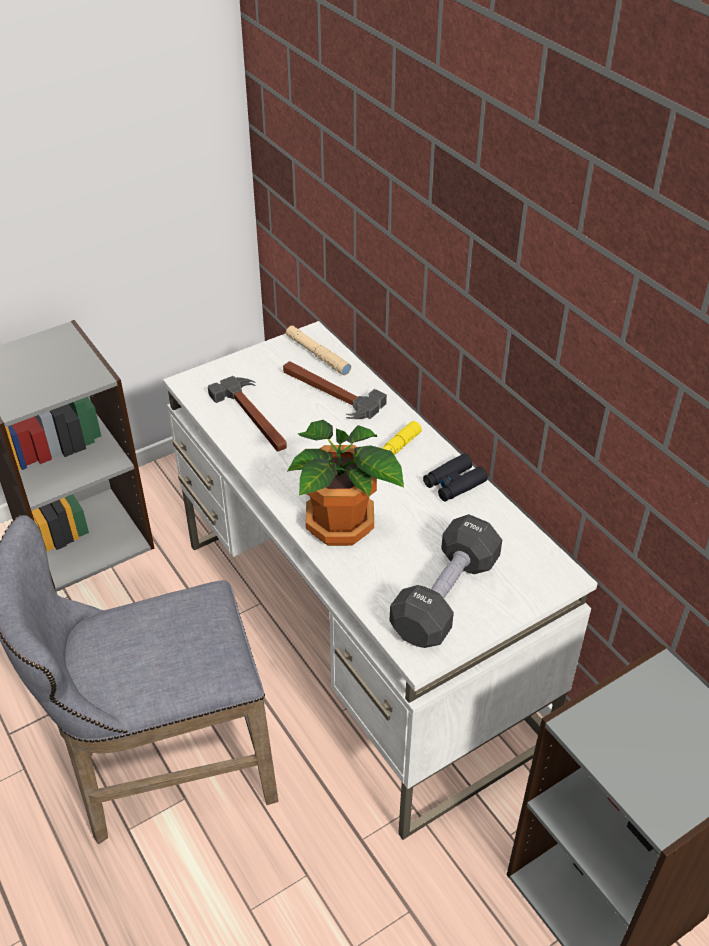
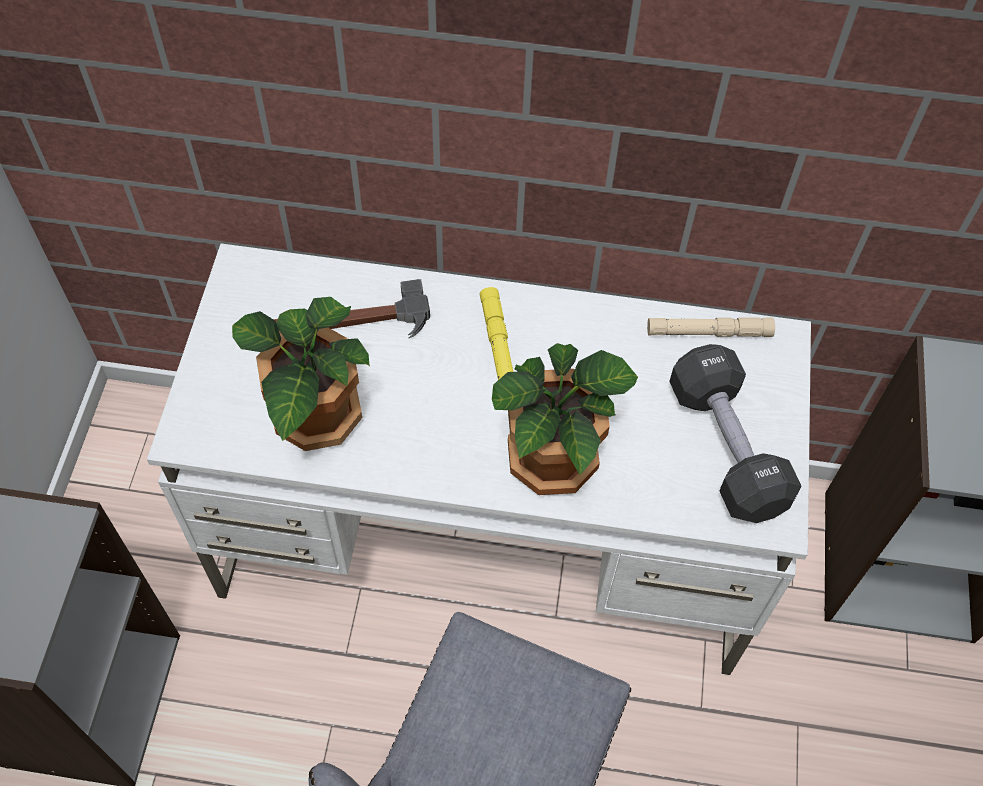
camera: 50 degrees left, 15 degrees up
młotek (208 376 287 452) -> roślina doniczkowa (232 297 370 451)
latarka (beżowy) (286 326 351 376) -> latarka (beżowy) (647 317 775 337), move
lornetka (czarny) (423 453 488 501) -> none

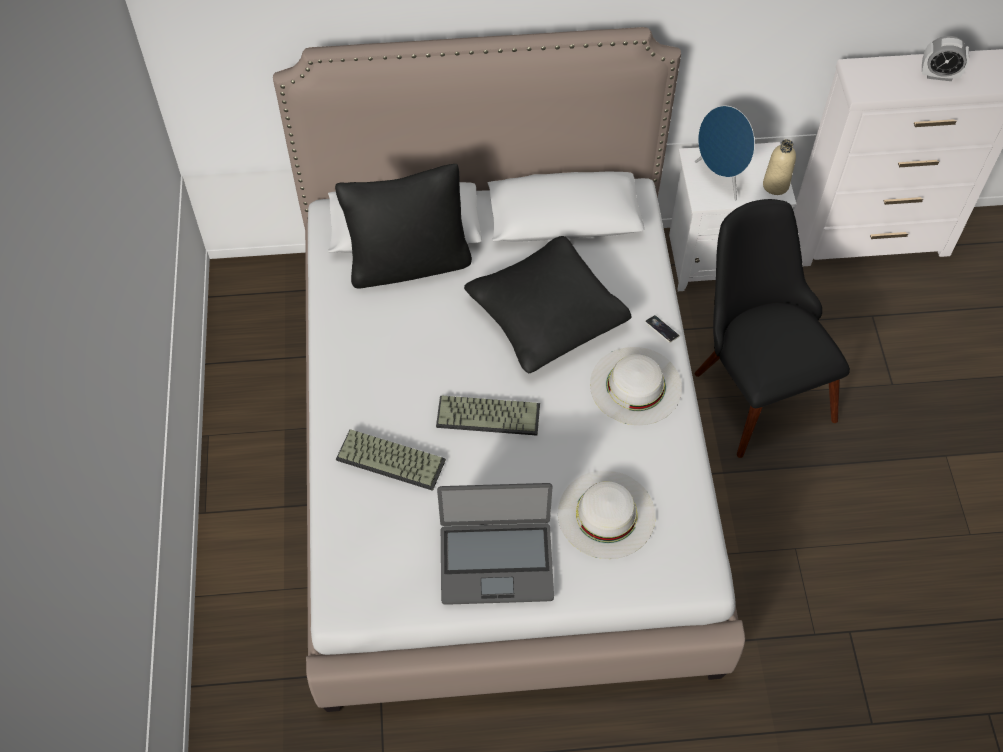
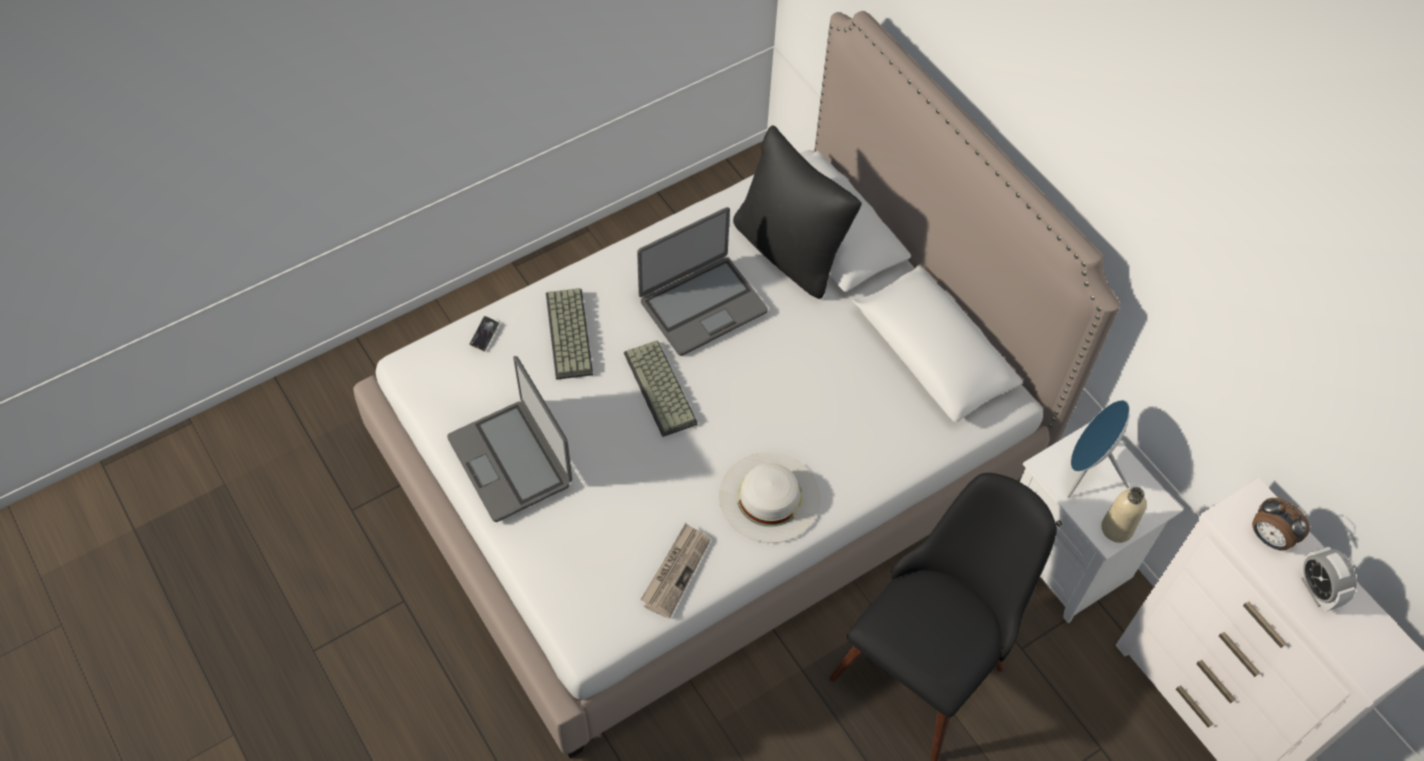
camera: 60 degrees right, 0 degrees up
telefon (645 315 680 343) -> telefon (469 316 499 352), move
none -> laptop (637 207 768 356)
none -> gazeta (641 523 710 619)
none -> budzik (1252 498 1310 551)
poduszka (czarny) (464 236 632 373) -> none
kapelusz (biały) (558 471 656 559) -> none

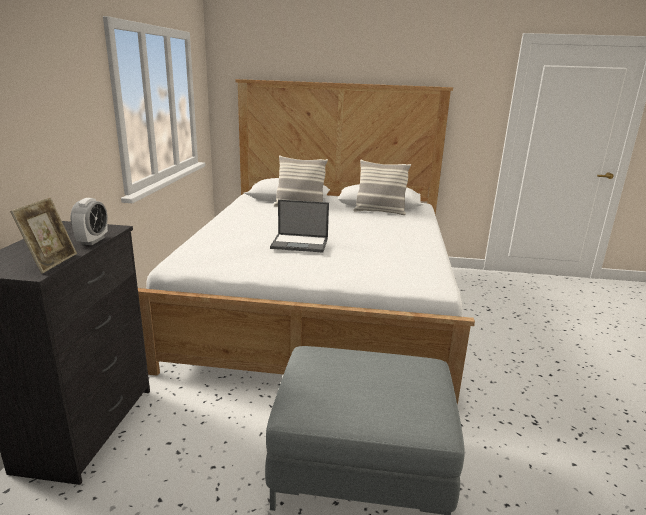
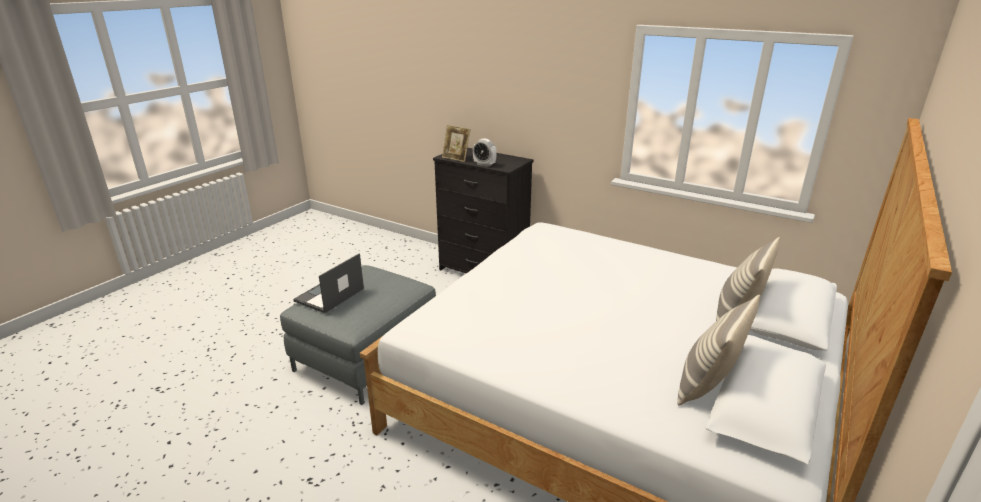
camera: 115 degrees right, 5 degrees up
laptop (270 199 329 253) -> laptop (293 253 364 313), move

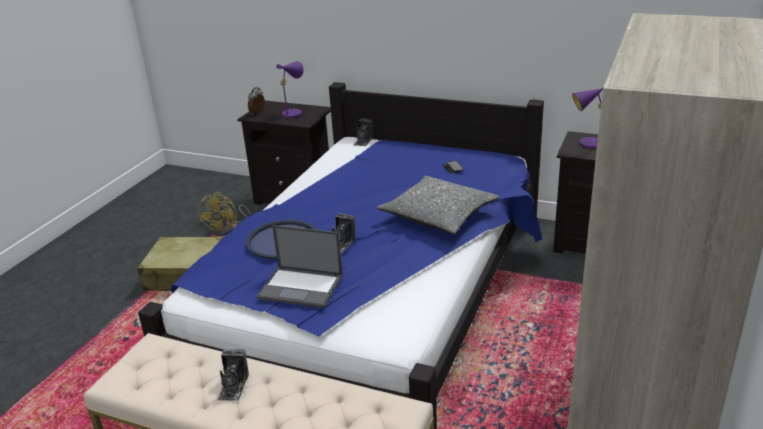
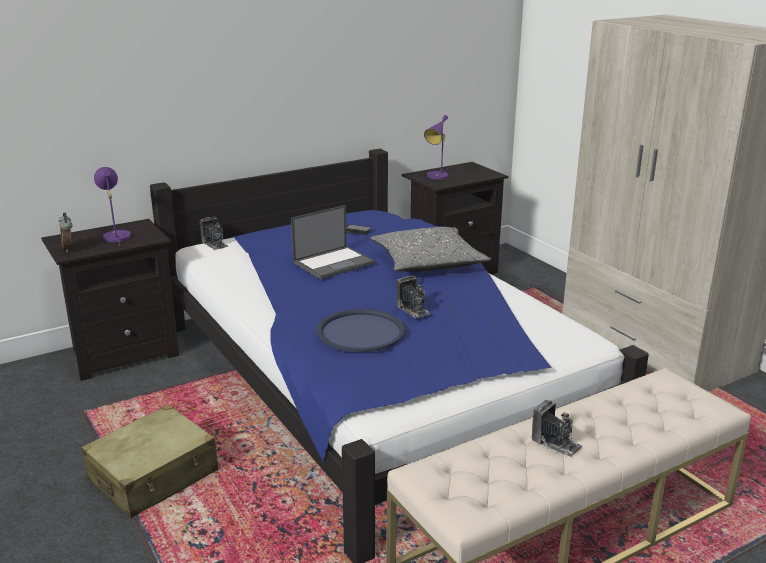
camera: 55 degrees left, 5 degrees down
laptop (256 225 343 308) -> laptop (291 205 375 279), move
wentylator (żółty) (199 192 251 236) -> none

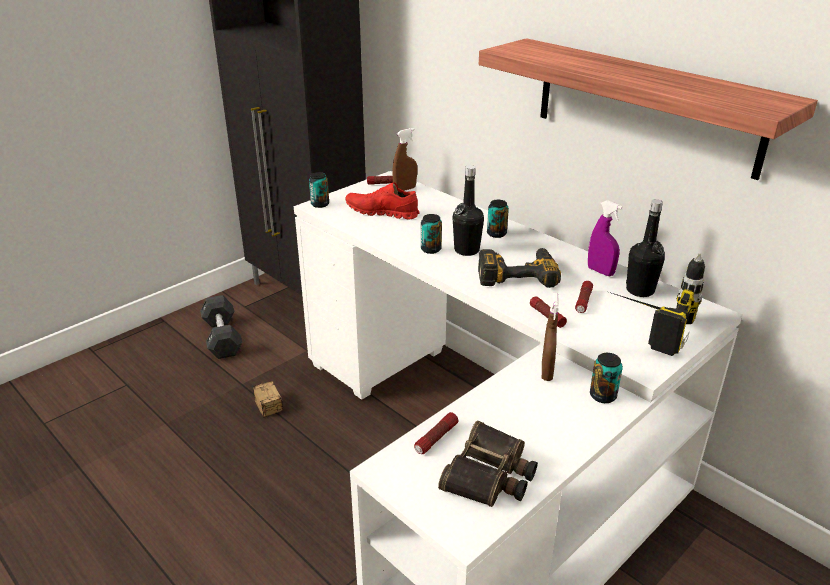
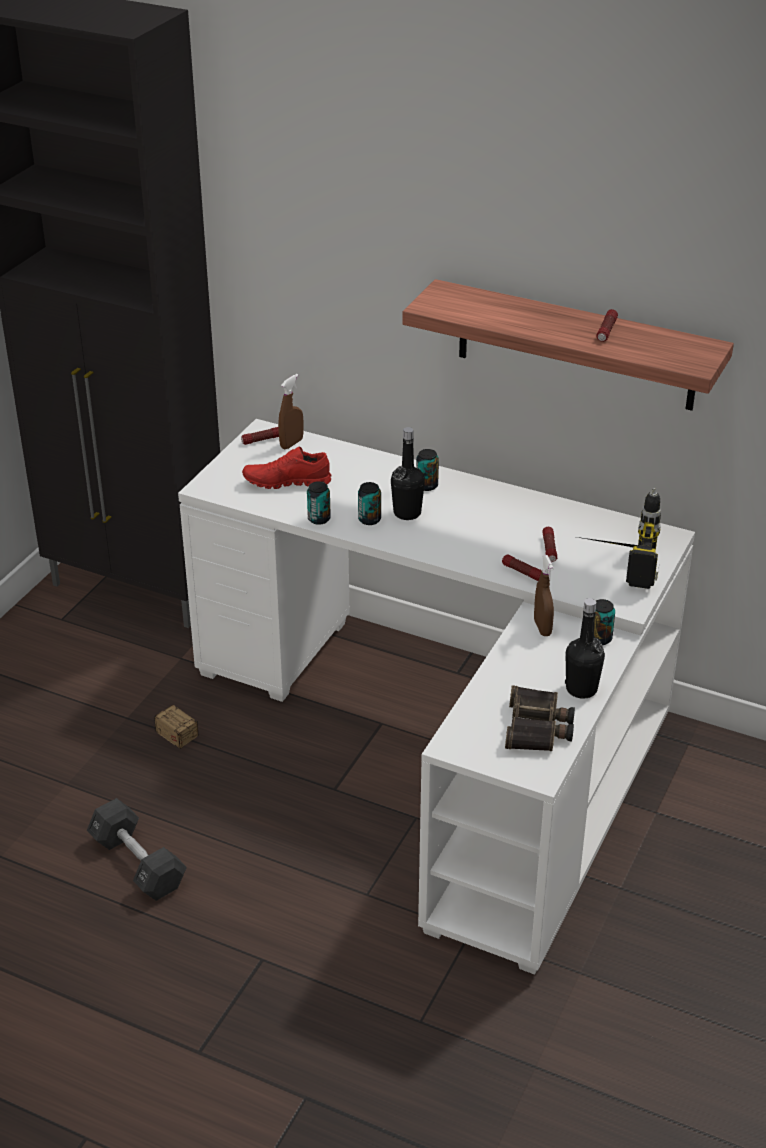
camera: 20 degrees left, 5 degrees up
hantel (czarny) (200 295 242 359) -> hantel (czarny) (87 798 187 901), move
puszka (309 172 329 208) -> puszka (307 481 331 525), move
butelka (czarny) (626 199 665 297) -> butelka (czarny) (565 598 605 699), move
latarka (414 412 459 454) -> latarka (596 309 618 342), move
wiertarka (478 248 561 288) -> none
spryskiwacz (fioletowy) (588 200 623 276) -> none

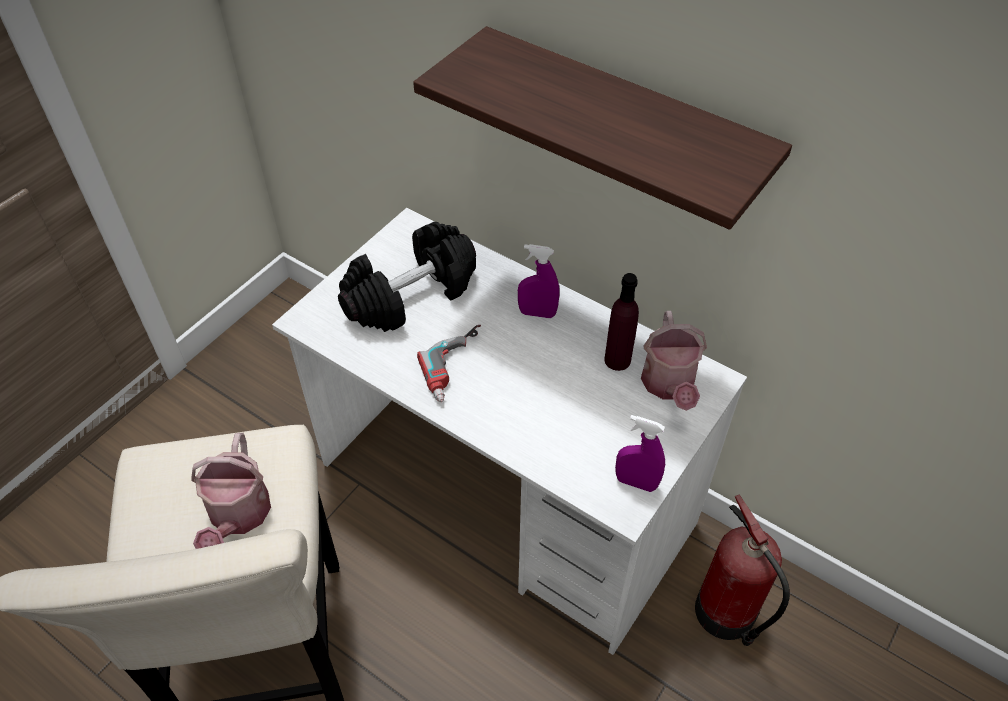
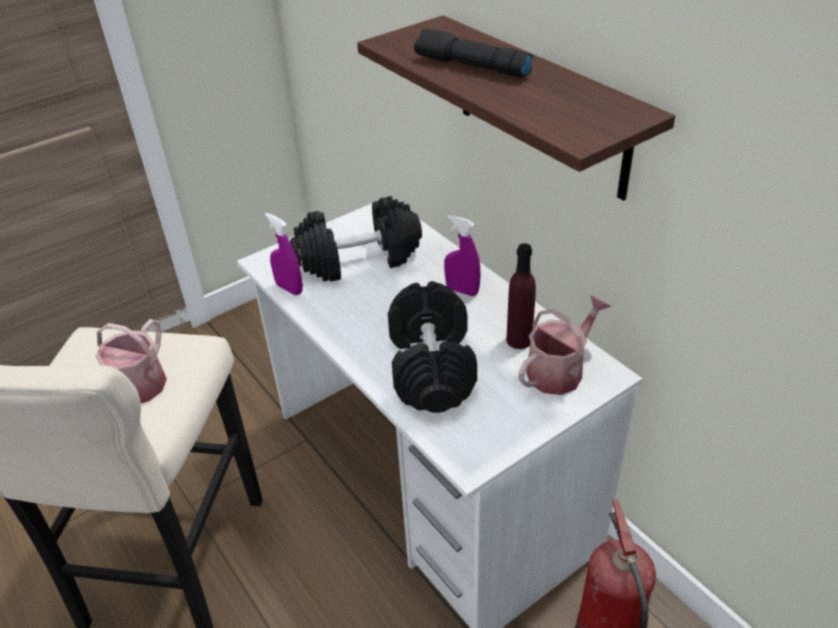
camera: 20 degrees right, 10 degrees down
spryskiwacz (fioletowy) (615 415 665 492) -> spryskiwacz (fioletowy) (265 213 303 295), move
none -> hantel (czarny) (388 281 477 413)
none -> latarka (czarny) (414 29 533 77)
konewka (641 311 707 411) -> konewka (518 295 612 395), 150 degrees counterclockwise
wiertarka (417 325 481 402) -> none

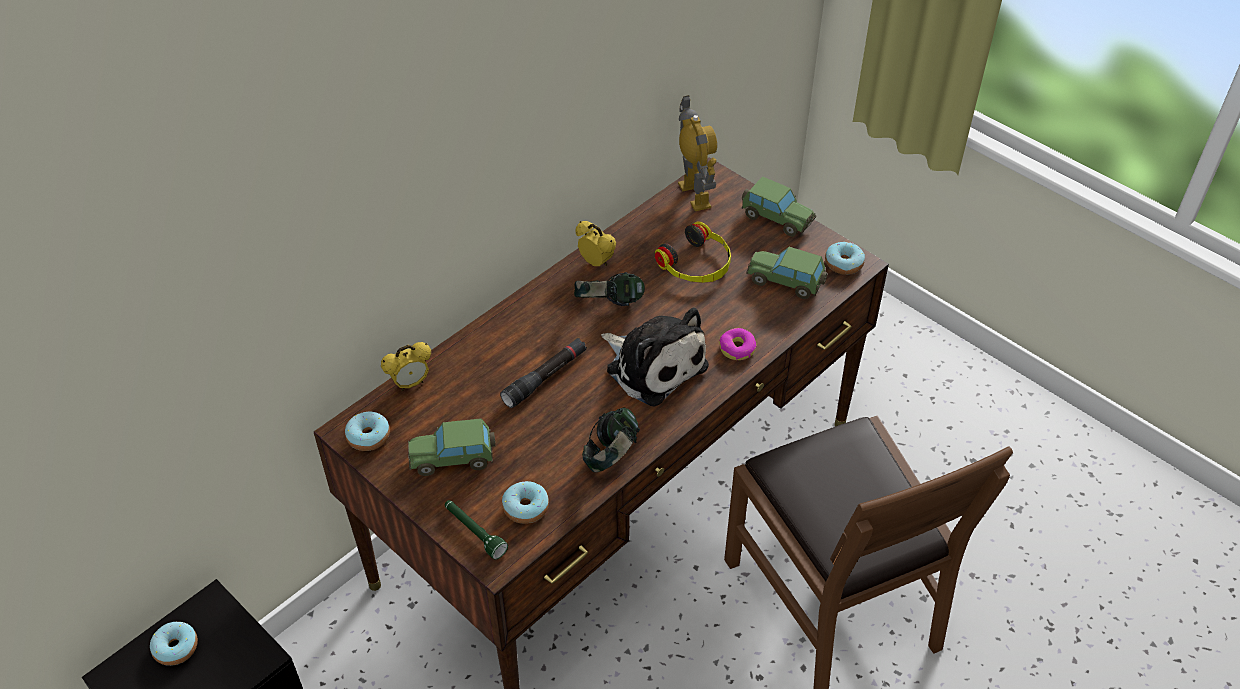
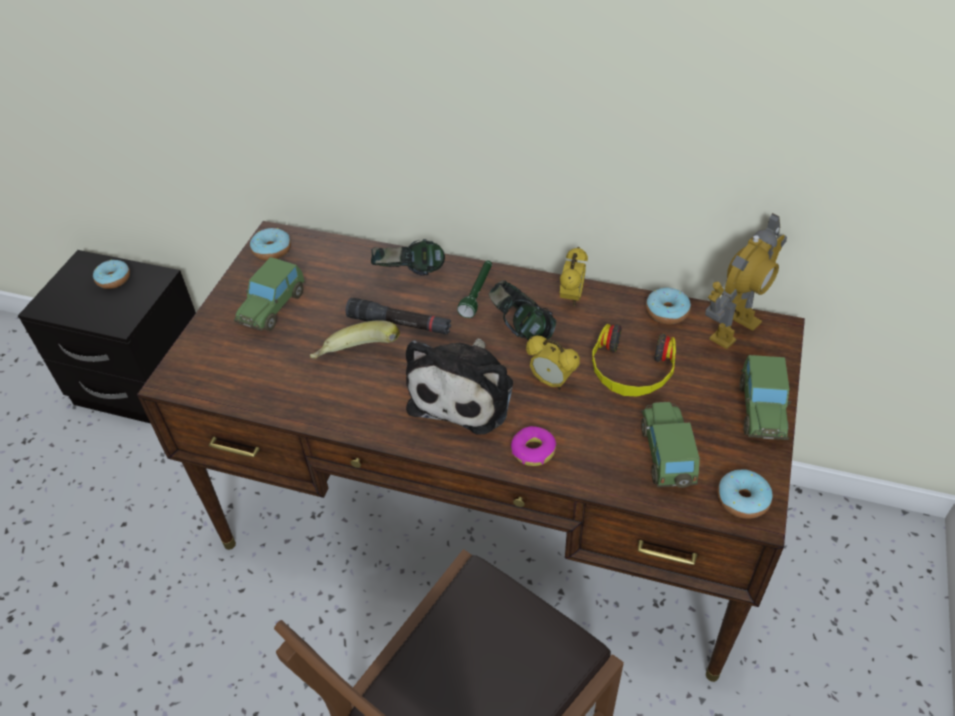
camera: 65 degrees right, 0 degrees up
samochodzik (408 418 495 476) -> samochodzik (233 257 305 331), 120 degrees counterclockwise
none -> banan (310 320 400 359)
słuchawki (582 408 640 472) -> słuchawki (371 239 445 276), move
latarka (zielony) (445 500 508 560) -> latarka (zielony) (457 261 492 318), move
budzik (381 342 431 391) -> budzik (526 336 580 390), move
donut (502 481 549 524) -> donut (646 288 691 325), move

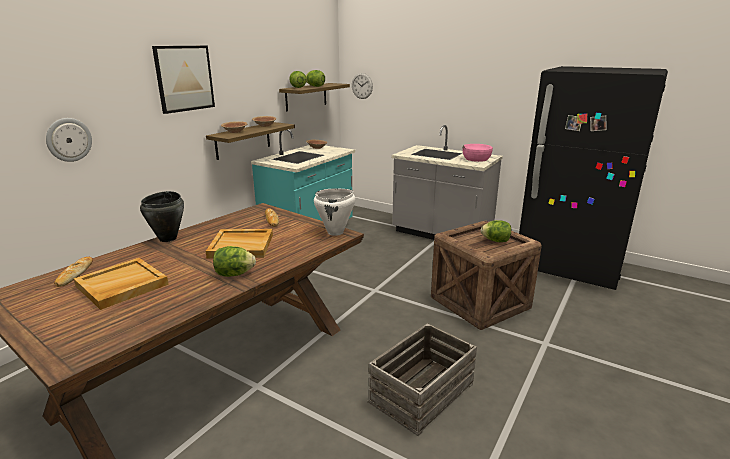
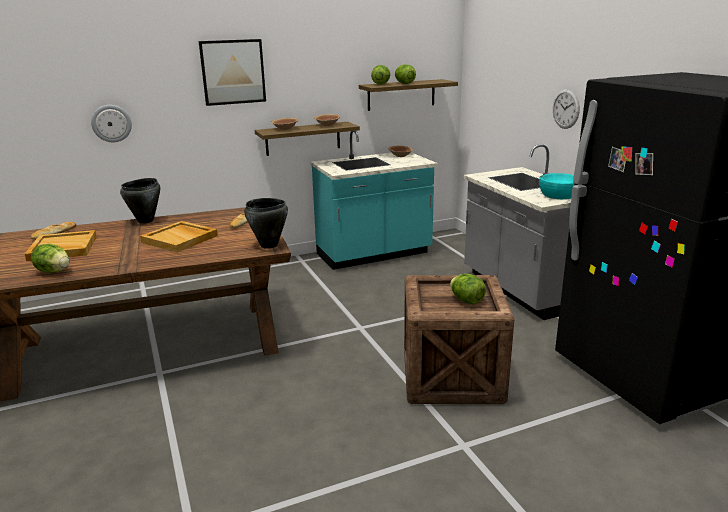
camera: 35 degrees right, 0 degrees up
sałata (213 246 256 277) -> sałata (31 244 69 273), move
garnek (biały) (314 189 355 236) -> garnek (czarny) (244 198 288 249)
miska (różowy) (462 144 493 162) -> miska (turkusowy) (539 173 574 199)
zegar ścienny (352 73 373 99) -> zegar ścienny (553 89 580 129), move
skrzynka (368 323 477 436) -> none

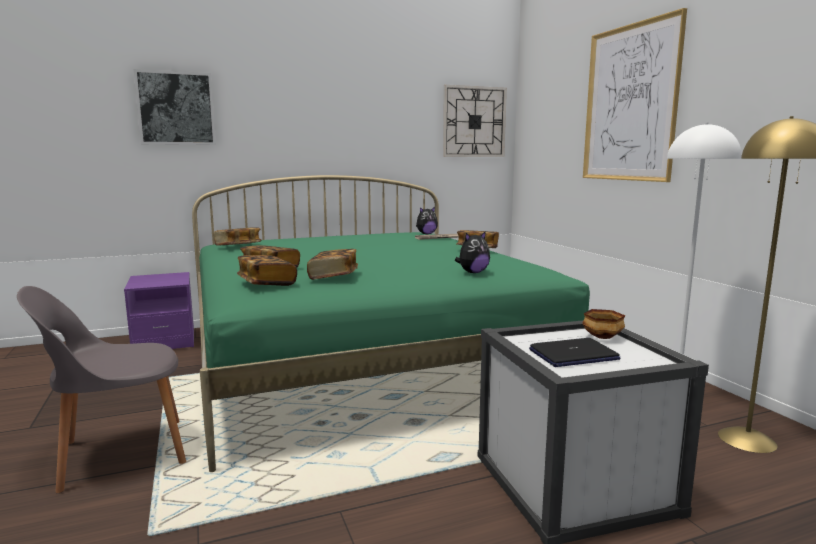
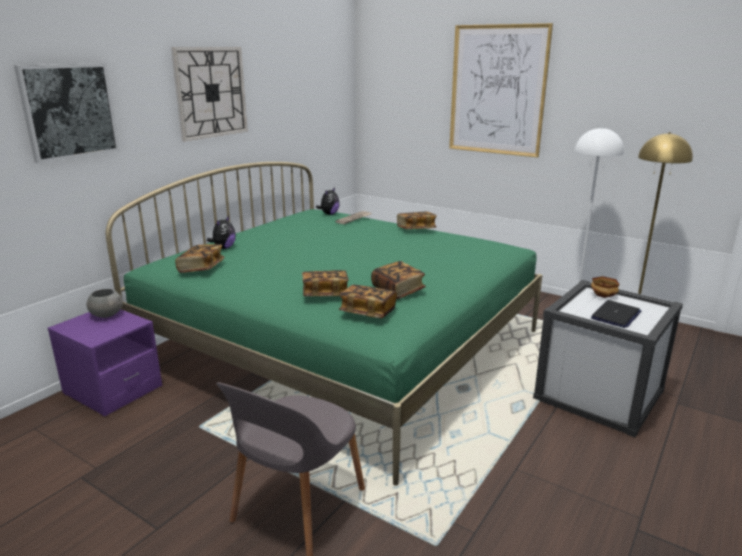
camera: 35 degrees left, 10 degrees up
none -> miska (szary) (87 289 123 318)
zegar ścienny (443 85 507 157) -> zegar ścienny (171 47 248 141), move
pluszak (455 231 490 273) -> pluszak (207 216 236 249), move

